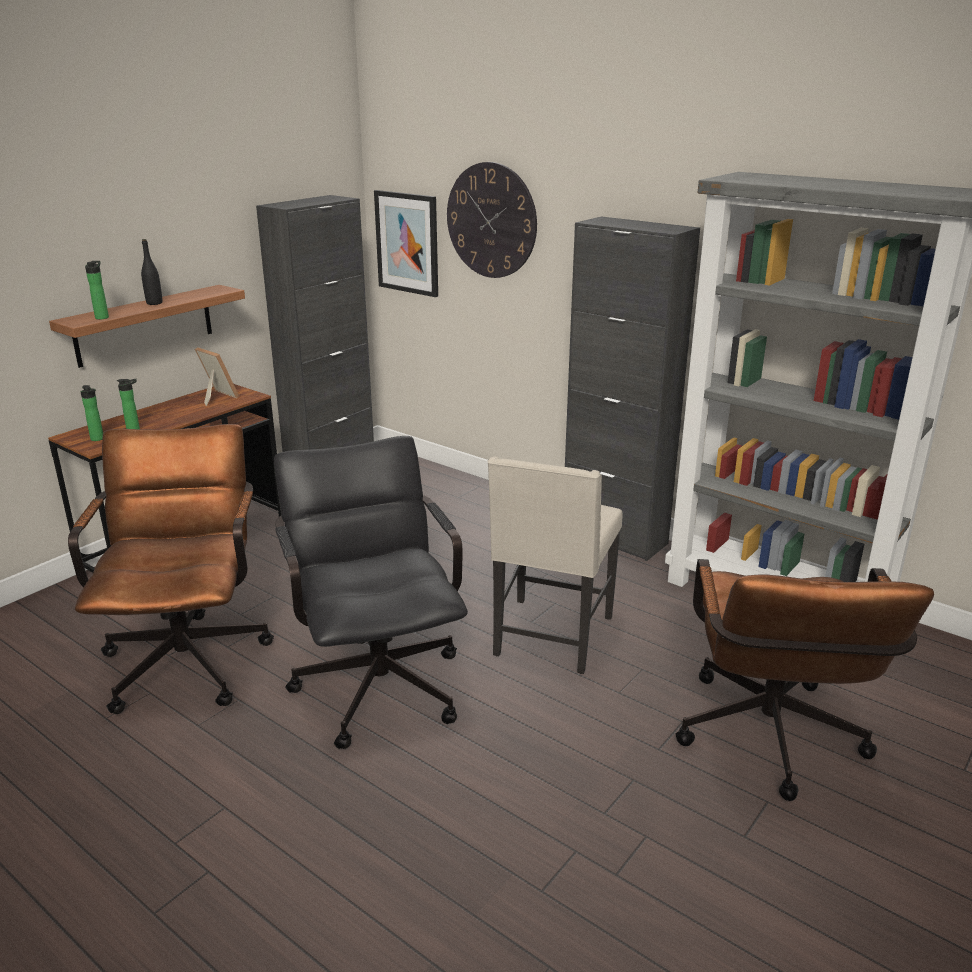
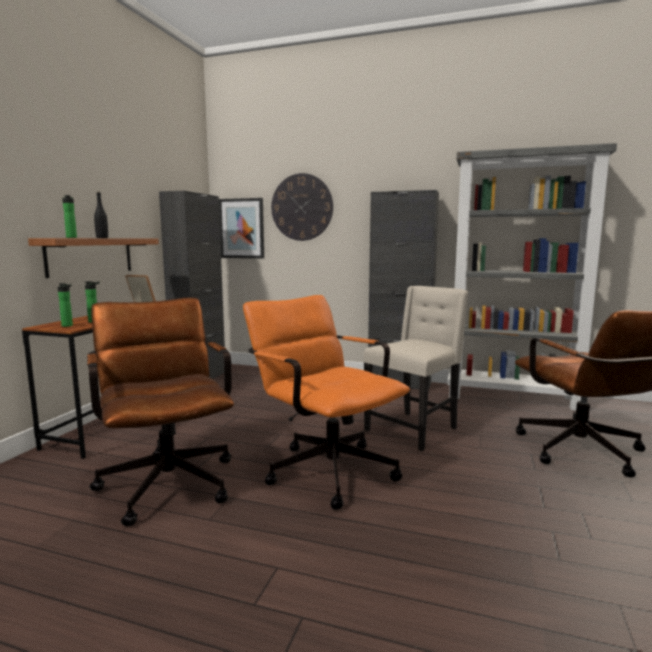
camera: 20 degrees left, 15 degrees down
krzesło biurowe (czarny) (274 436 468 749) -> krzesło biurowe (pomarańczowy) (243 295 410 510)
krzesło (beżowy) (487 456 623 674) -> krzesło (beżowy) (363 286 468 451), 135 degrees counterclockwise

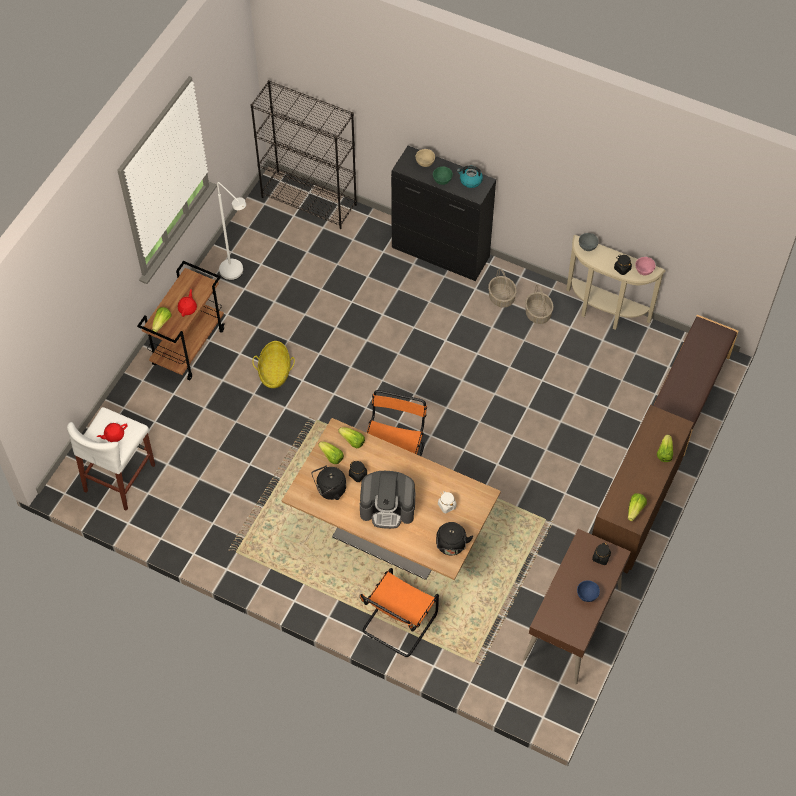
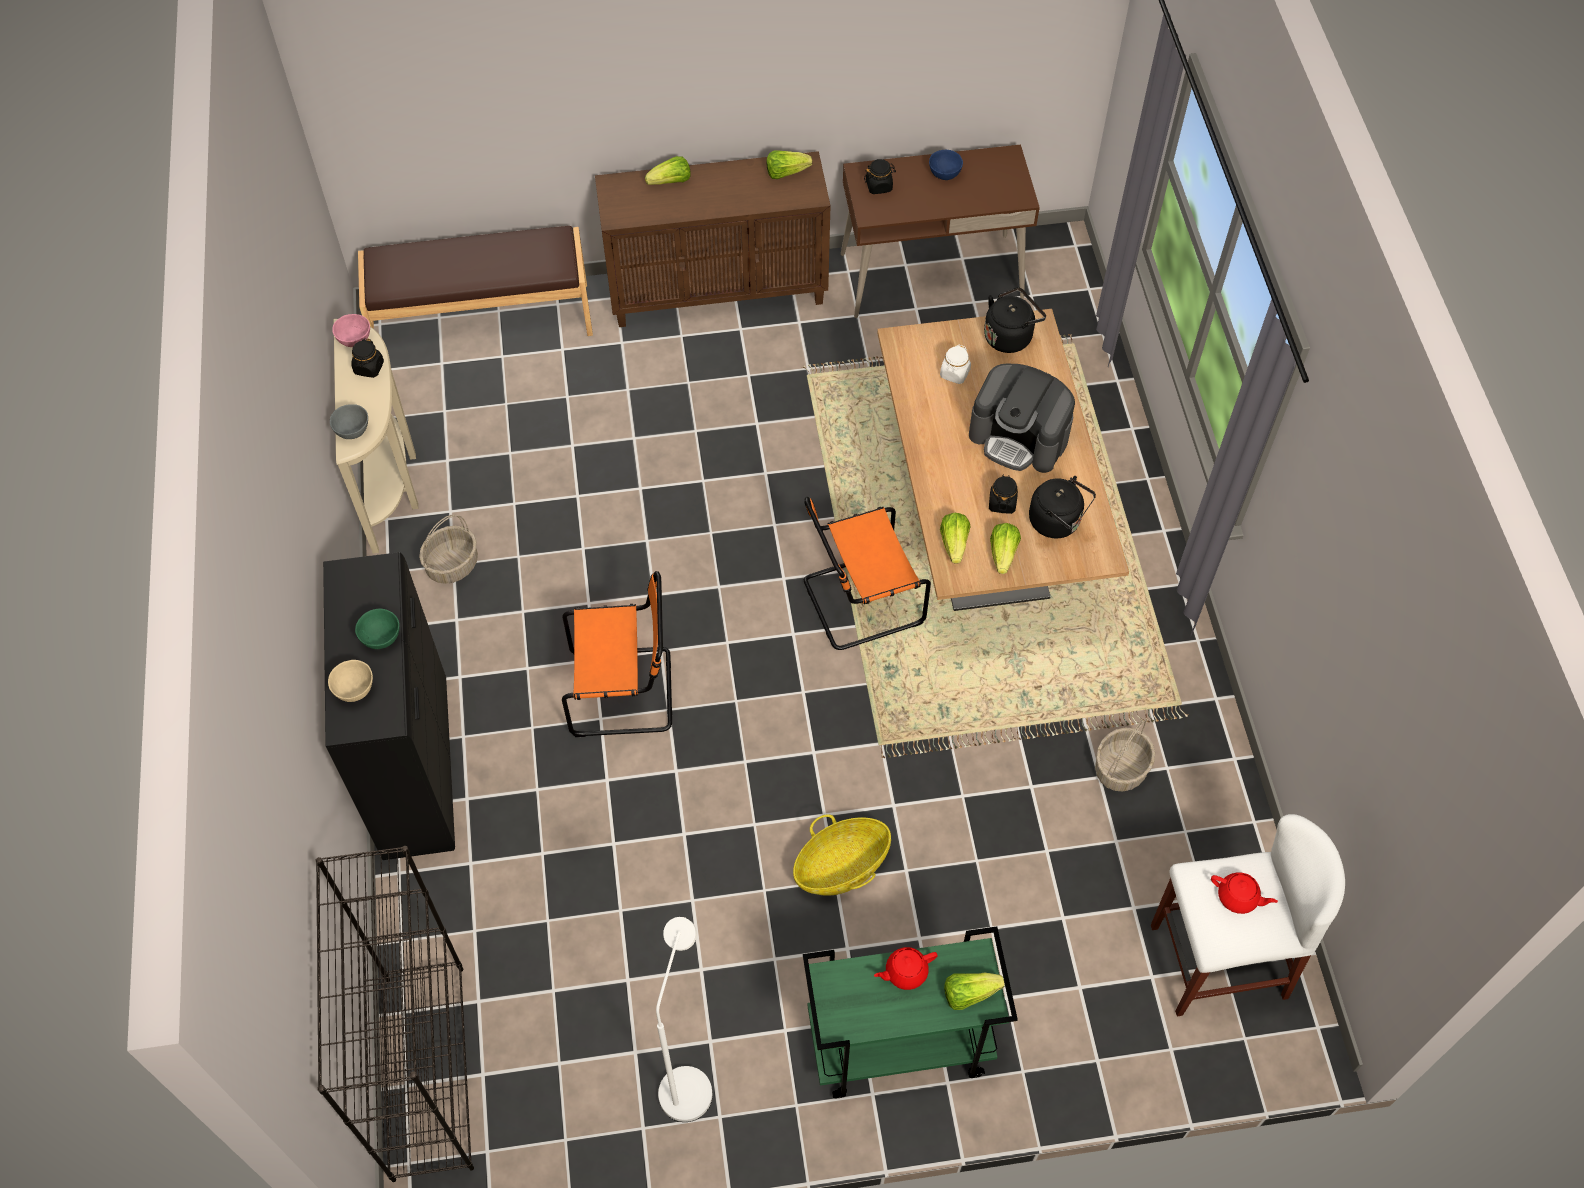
camera: 125 degrees left, 0 degrees up
krzesło (pomarańczowy) (360 568 439 657) -> krzesło (pomarańczowy) (562 571 672 737), move
wózek (brązowy) (137 261 225 380) -> wózek (zielony) (803 927 1018 1098)
ekspres do kawy (360 471 415 529) -> ekspres do kawy (969 363 1075 473), 150 degrees clockwise
koszyk (488 268 517 308) -> koszyk (1095 720 1155 791), move
czajnik (457 166 483 188) -> none

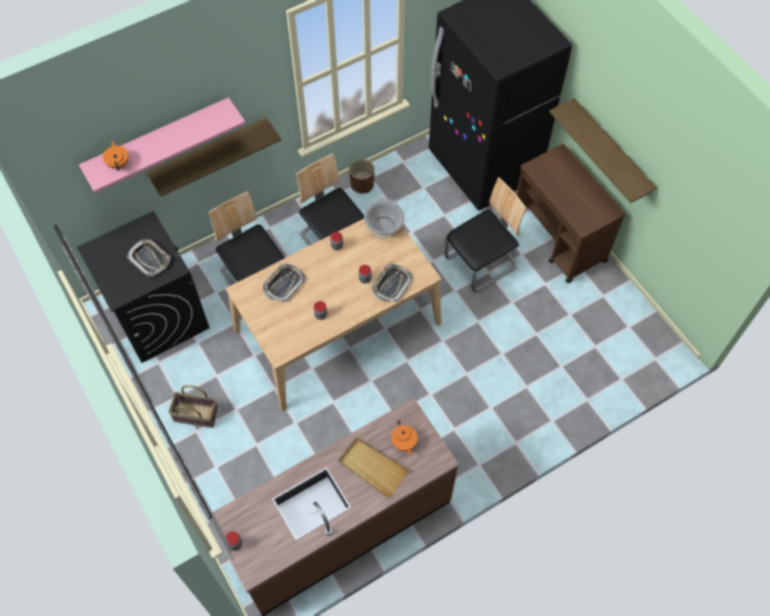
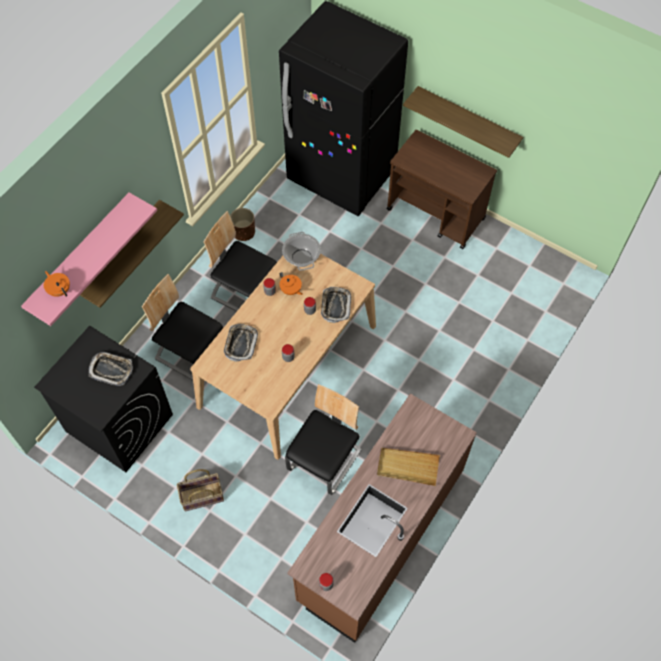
camera: 25 degrees left, 0 degrees up
imbryk (pomarańczowy) (391 420 418 456) -> imbryk (pomarańczowy) (280 272 303 295), move
krzesło (444 177 526 292) -> krzesło (285 384 361 495), move

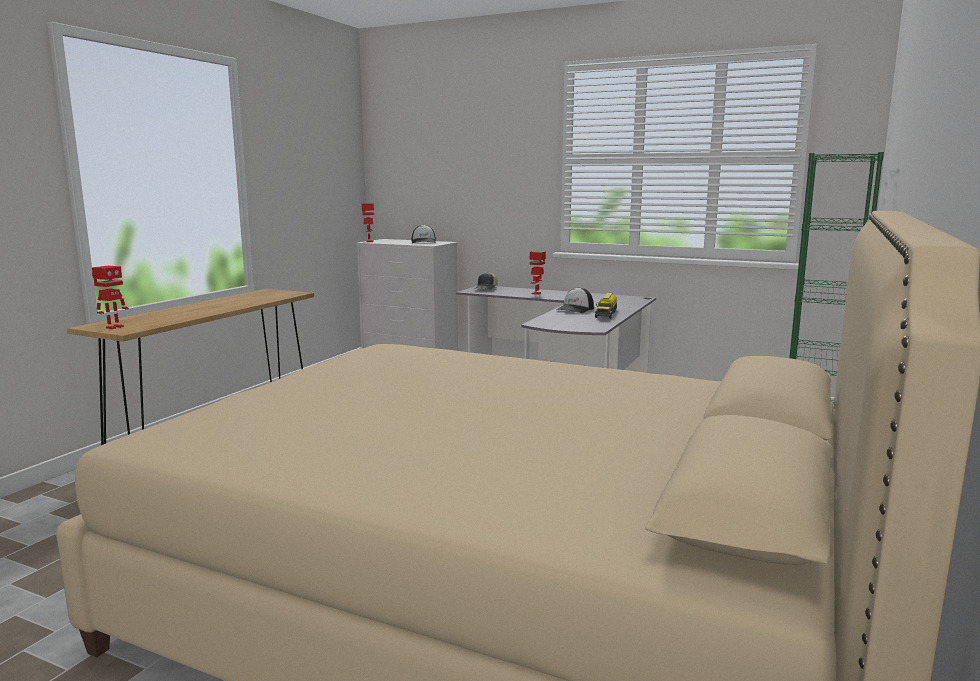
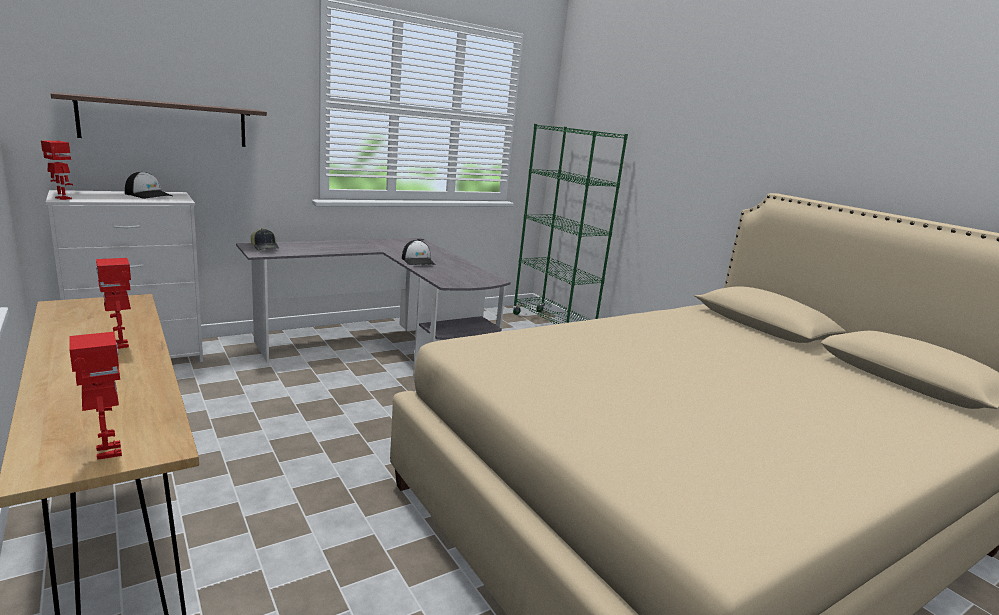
camera: 60 degrees left, 5 degrees up
none -> półka (51 92 267 147)
robot zabawkowy (529 251 546 295) -> robot zabawkowy (96 258 131 349), move
ciężarówka zabawkowa (595 293 617 319) -> none

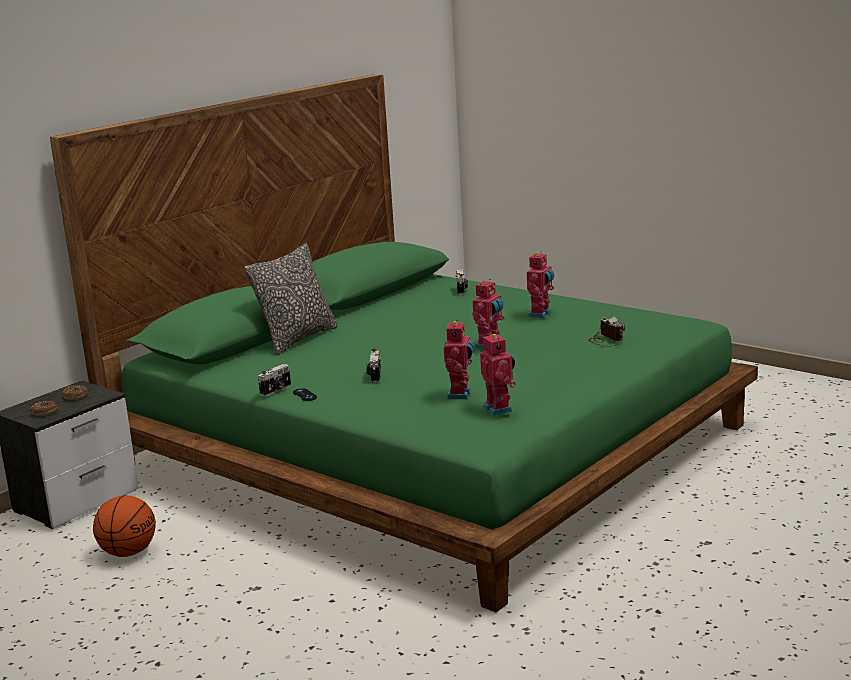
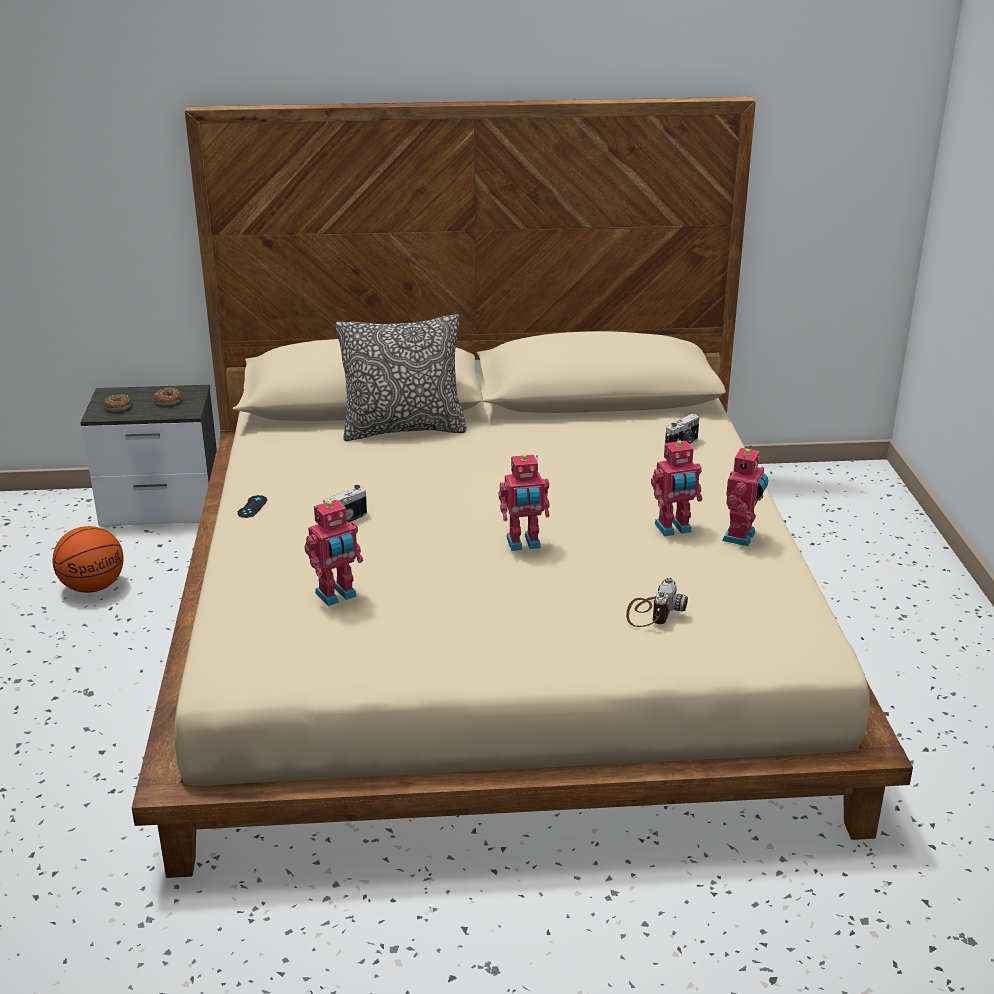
camera: 45 degrees right, 10 degrees up
łóżko (zielony) (50 74 758 612) -> łóżko (beżowy) (132 97 913 878)
robot zabawkowy (480 333 516 416) -> robot zabawkowy (722 445 768 546), move
aparat fotograficzny (258 364 291 397) -> none

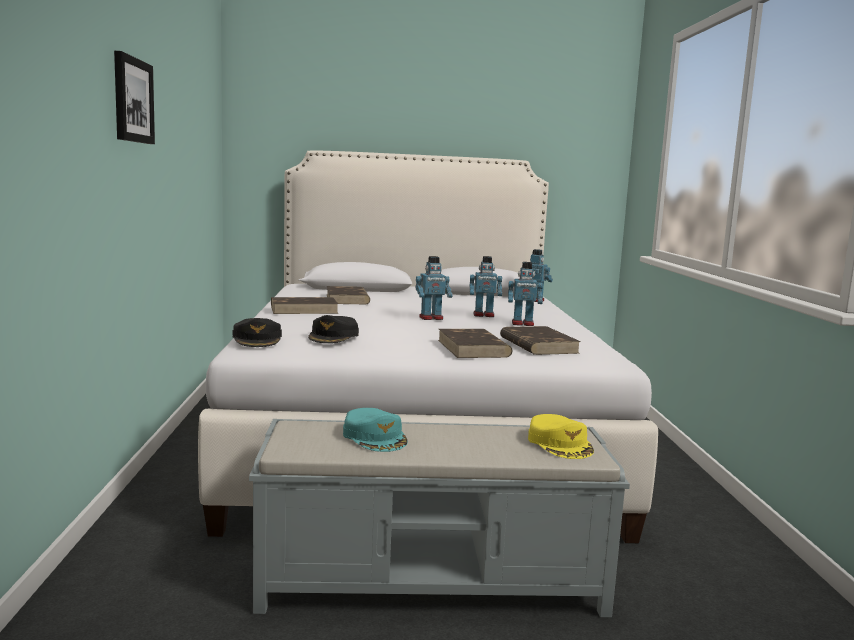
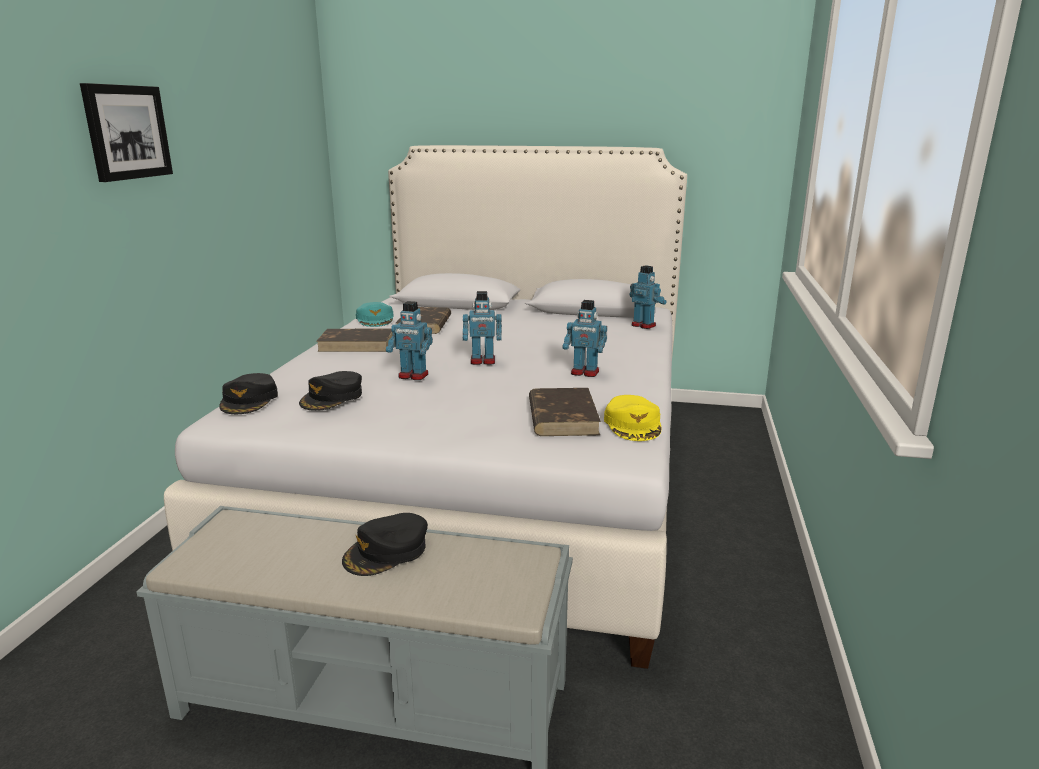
camera: 15 degrees right, 10 degrees up
none -> czapka z daszkiem (czarny) (342 513 428 576)
czapka z daszkiem (turkusowy) (343 408 408 452) -> czapka z daszkiem (turkusowy) (356 302 394 327), move
robot zabawkowy (470 256 502 317) -> robot zabawkowy (386 301 433 380), move
czapka z daszkiem (żółty) (528 414 594 459) -> czapka z daszkiem (żółty) (604 395 661 441), move
książka (brązowy) (438 329 512 358) -> none

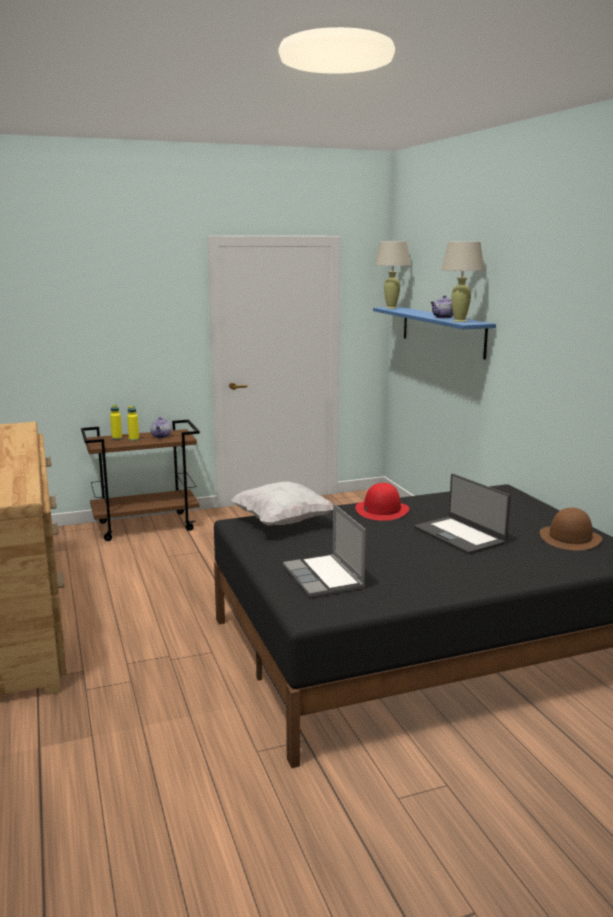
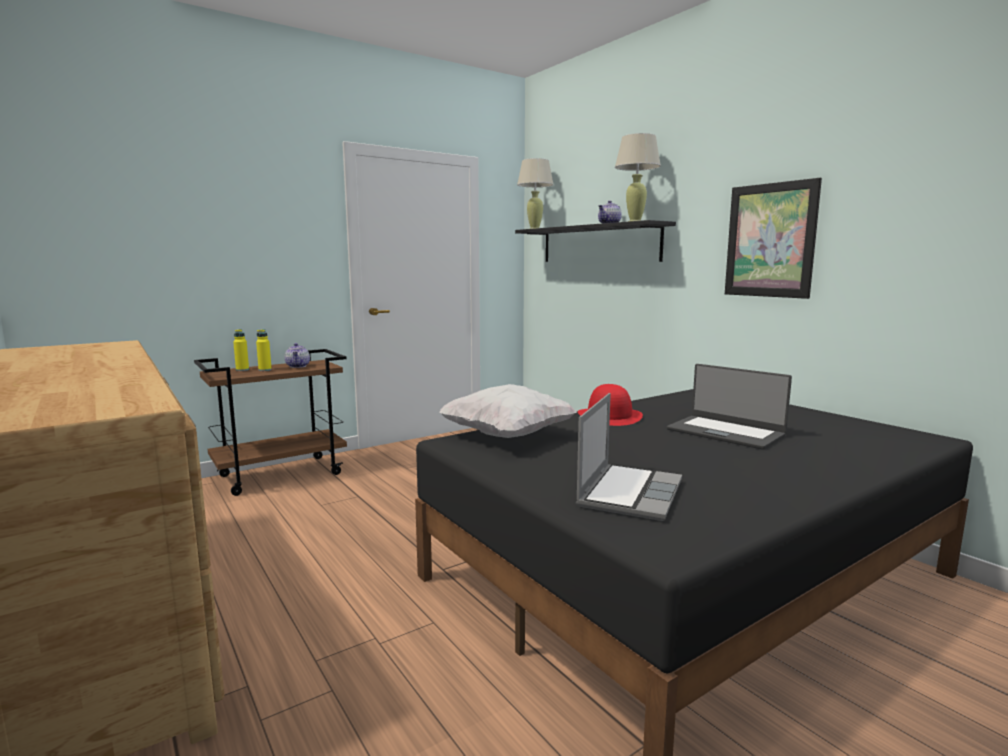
camera: 15 degrees left, 5 degrees down
półka (niebieski) (373 307 496 359) -> półka (czarny) (515 220 676 262)
laptop (283 504 366 597) -> laptop (576 393 682 521), 120 degrees counterclockwise
none -> obraz (725 178 822 299)
kapelusz (brązowy) (540 508 602 550) -> none

